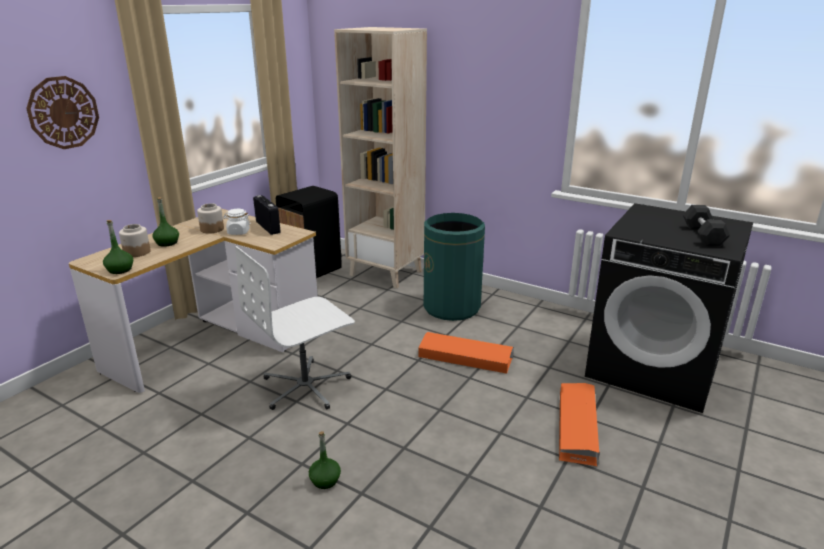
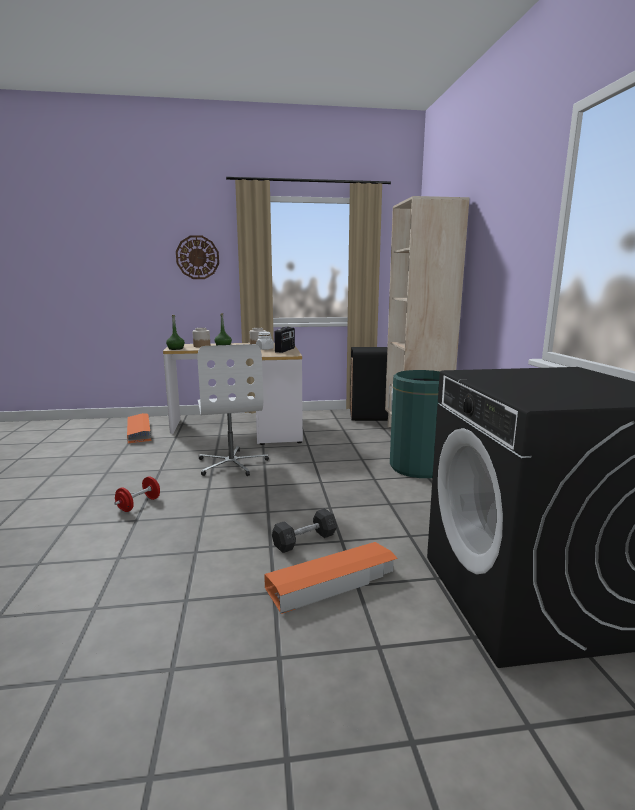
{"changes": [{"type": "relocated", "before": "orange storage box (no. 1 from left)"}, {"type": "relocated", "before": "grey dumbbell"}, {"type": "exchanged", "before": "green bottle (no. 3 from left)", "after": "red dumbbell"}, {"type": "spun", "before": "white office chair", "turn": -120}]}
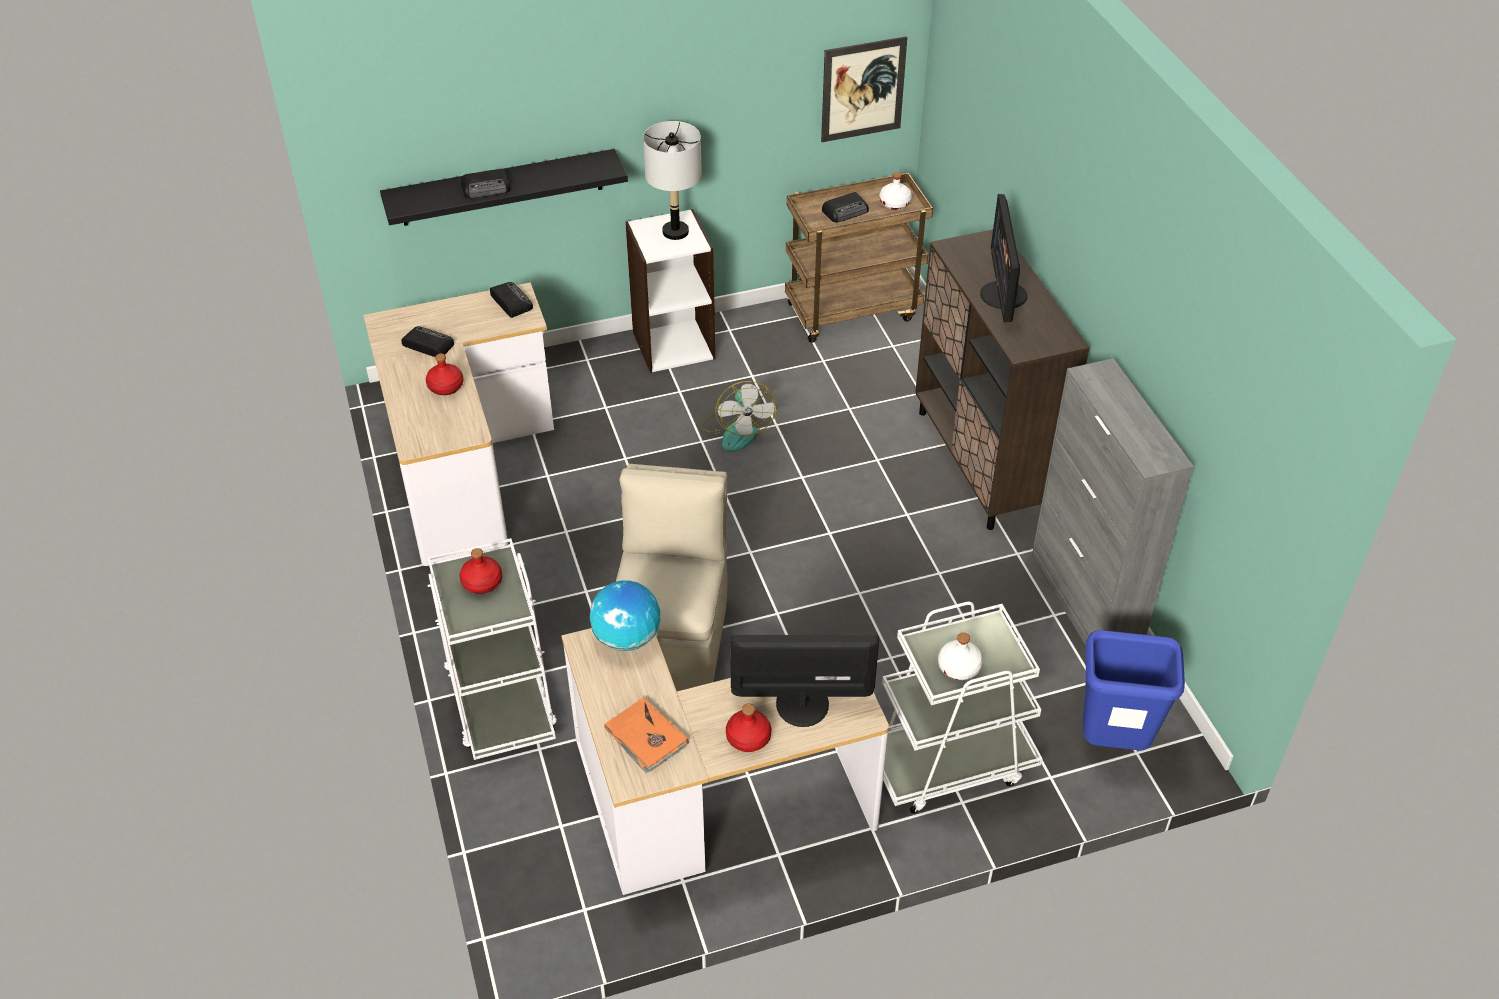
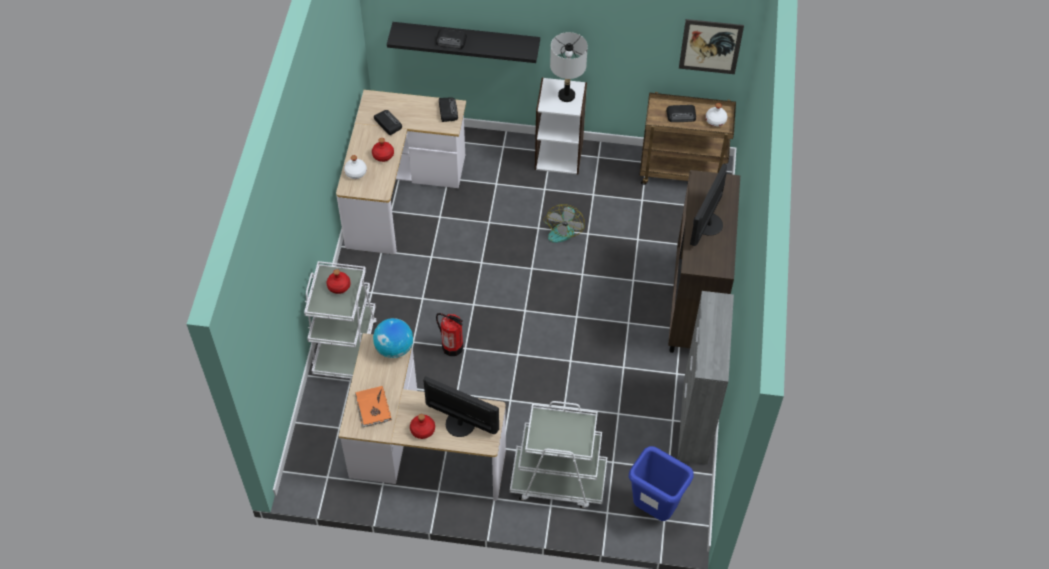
{"changes": [{"type": "relocated", "before": "white bottle (no. 2 from left in the first image)", "after": "white bottle (no. 1 from left)"}, {"type": "exchanged", "before": "beige chair", "after": "fire extinguisher"}]}
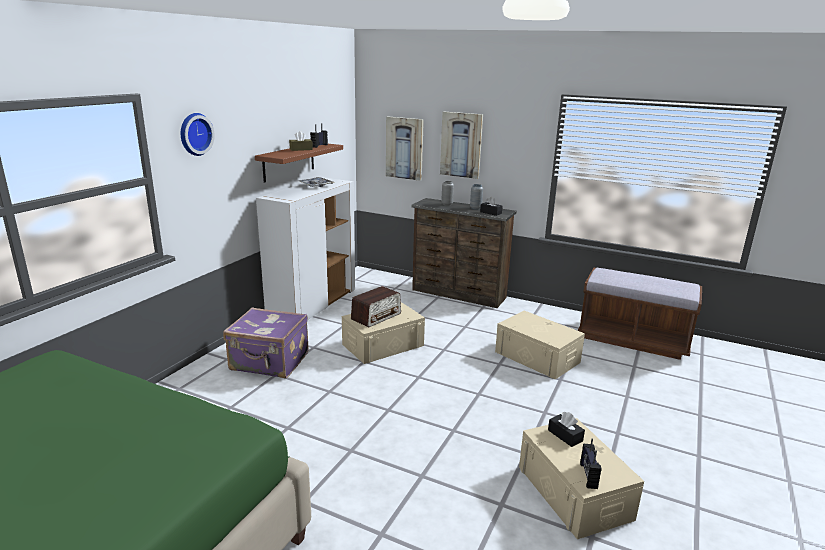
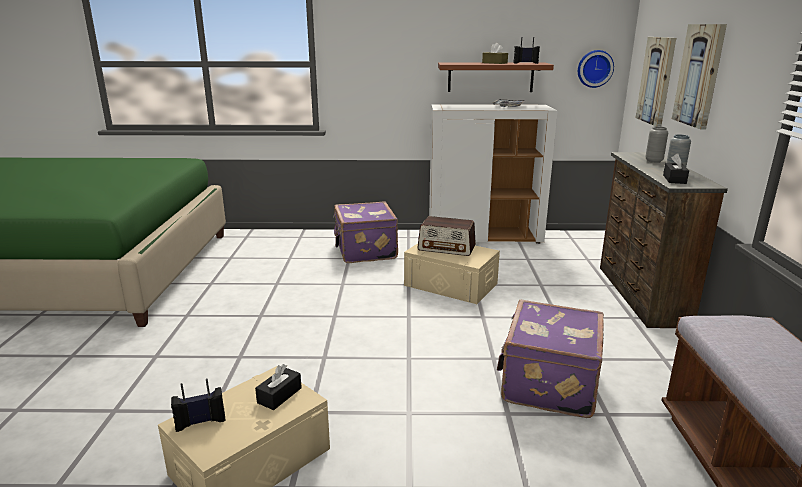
{"changes": [{"type": "relocated", "before": "wall clock"}, {"type": "exchanged", "before": "beige storage box (no. 2 from left)", "after": "purple suitcase (no. 2 from left)"}]}
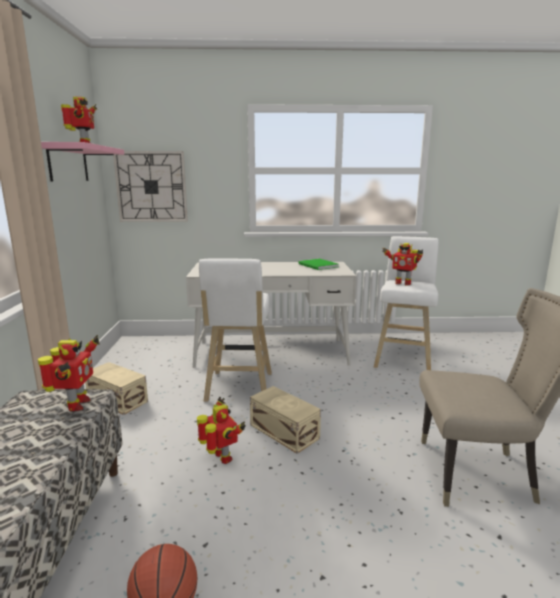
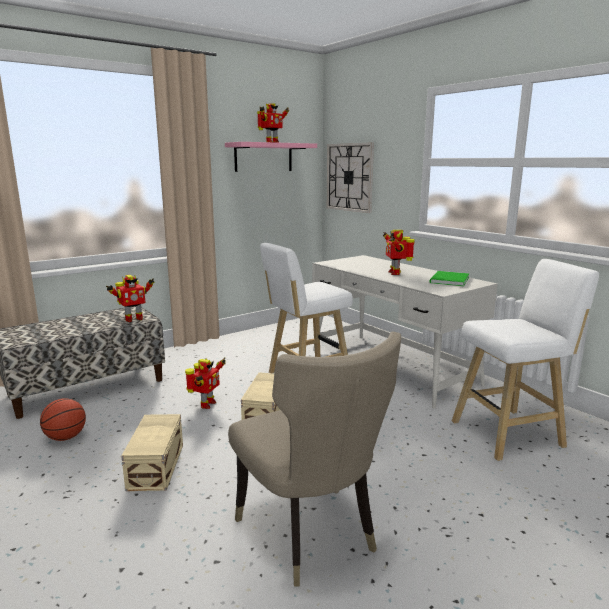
{"changes": [{"type": "relocated", "before": "beige storage box (no. 1 from left)"}, {"type": "relocated", "before": "toy robot (no. 4 from left)"}]}
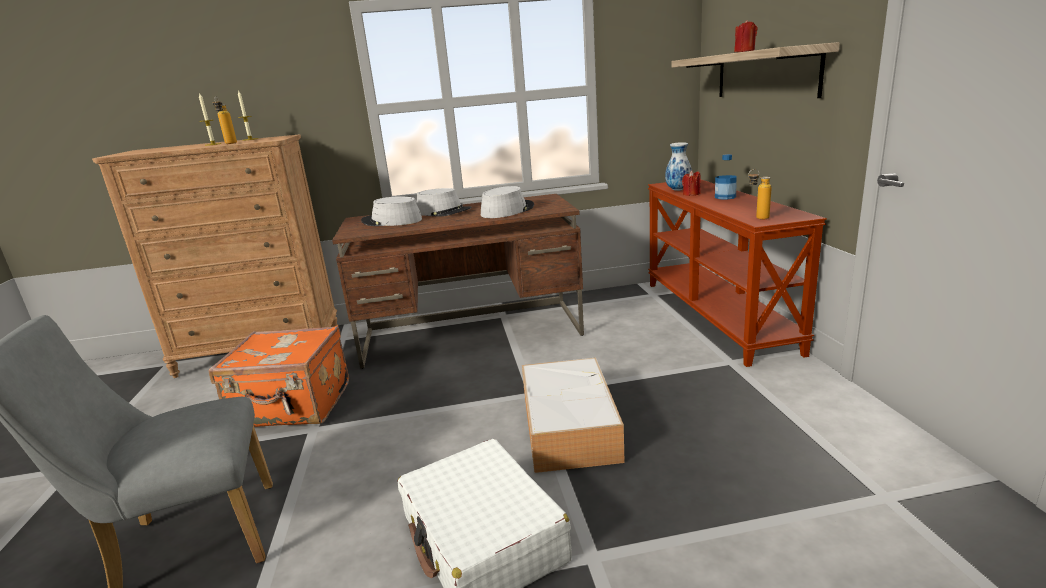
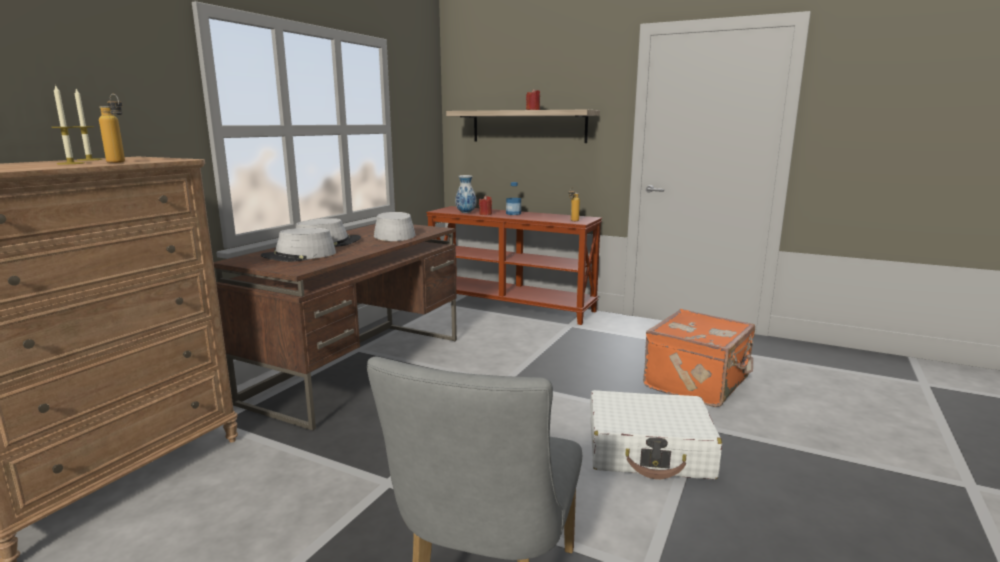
{"changes": [{"type": "missing", "before": "storage box"}, {"type": "relocated", "before": "orange suitcase"}]}
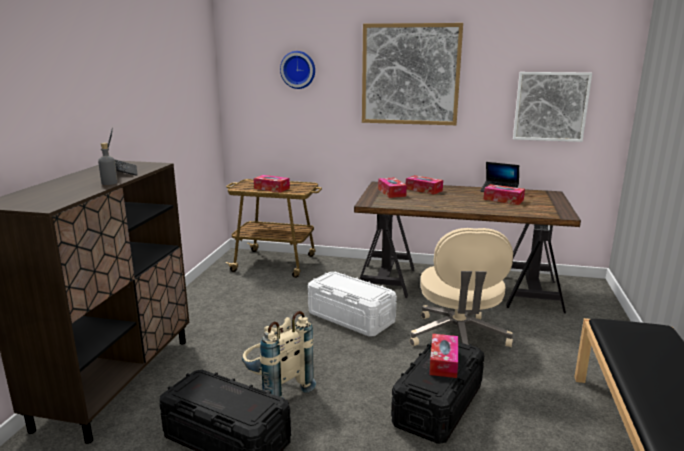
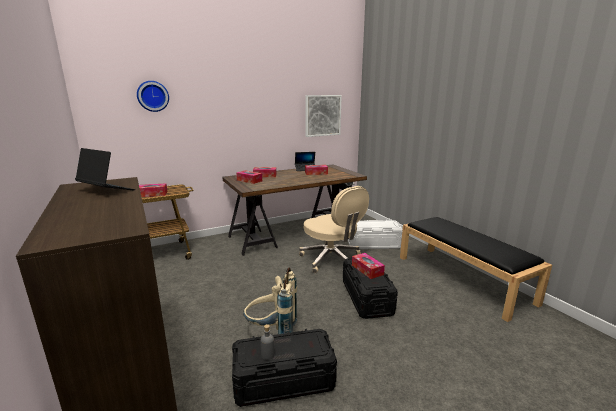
{"changes": [{"type": "missing", "before": "picture (no. 1 from left)"}, {"type": "relocated", "before": "grey bottle"}, {"type": "relocated", "before": "white storage box"}]}
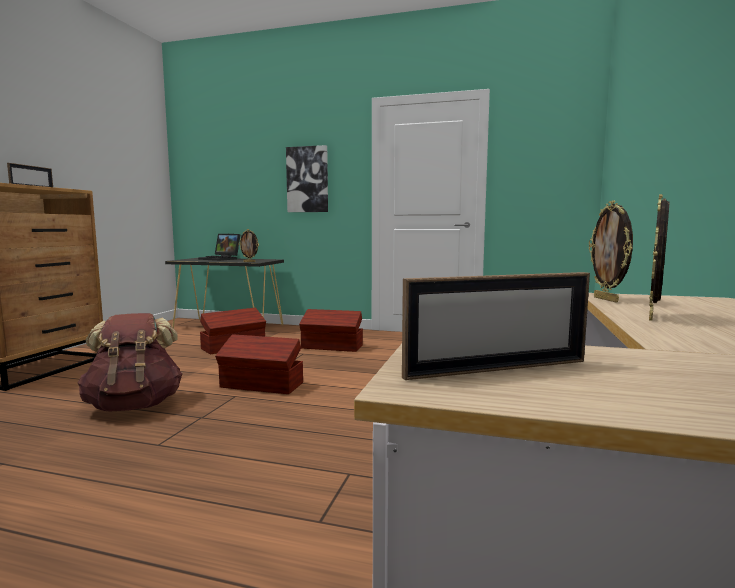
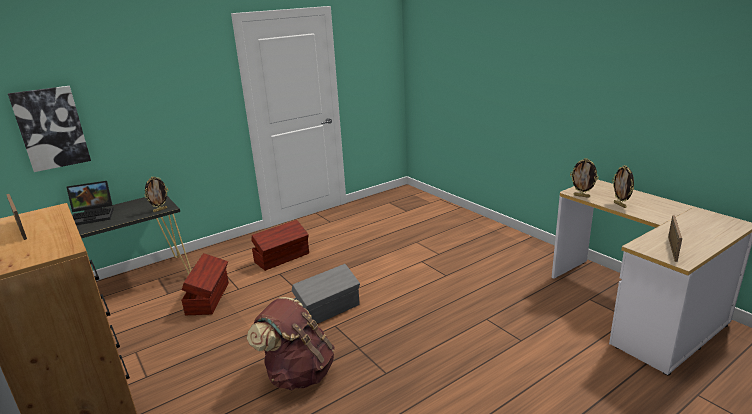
{"changes": [{"type": "relocated", "before": "picture"}, {"type": "colour", "before": "brown storage box (no. 2 from left)", "after": "grey storage box"}]}
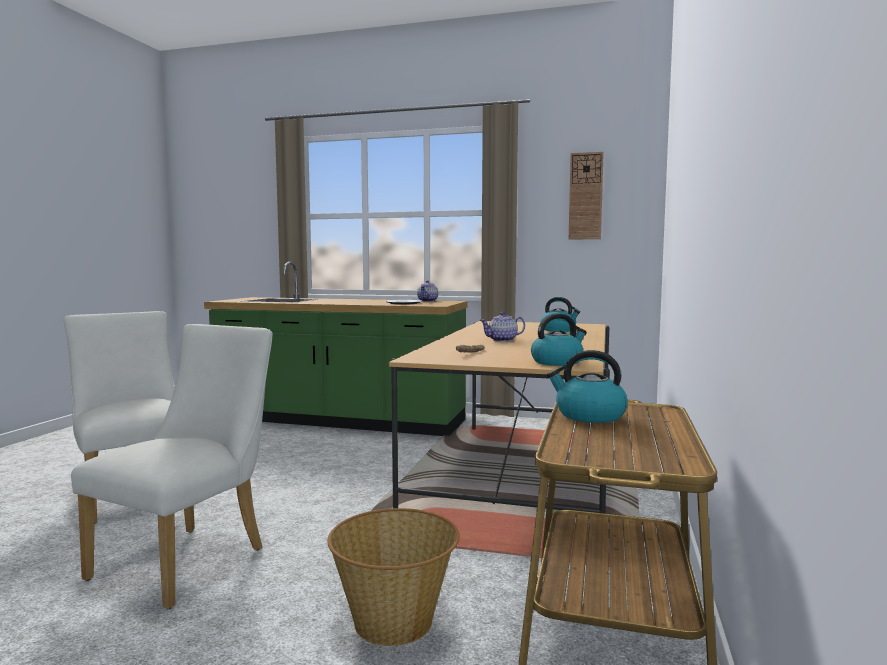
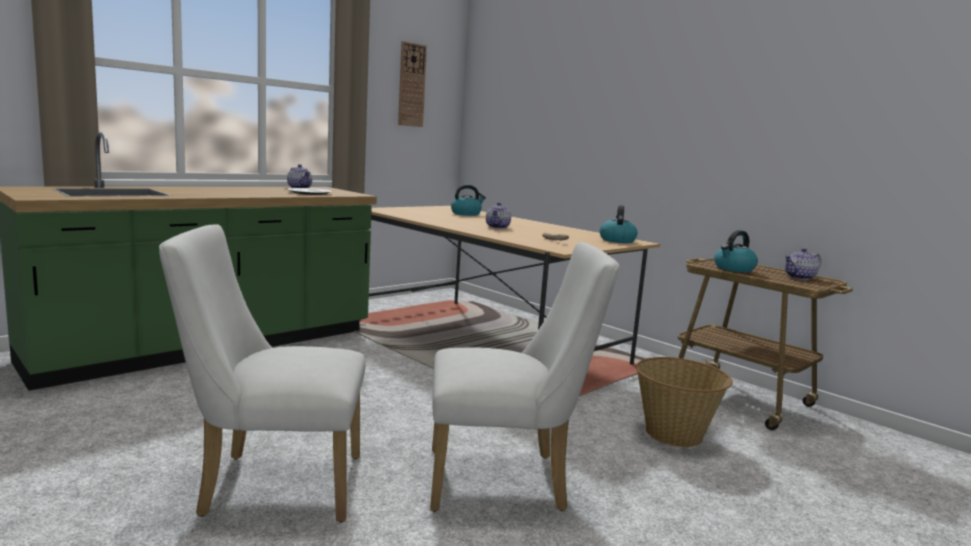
{"changes": [{"type": "appeared", "after": "teapot (no. 3 from left)"}, {"type": "spun", "before": "white chair (no. 2 from left)", "turn": 120}]}
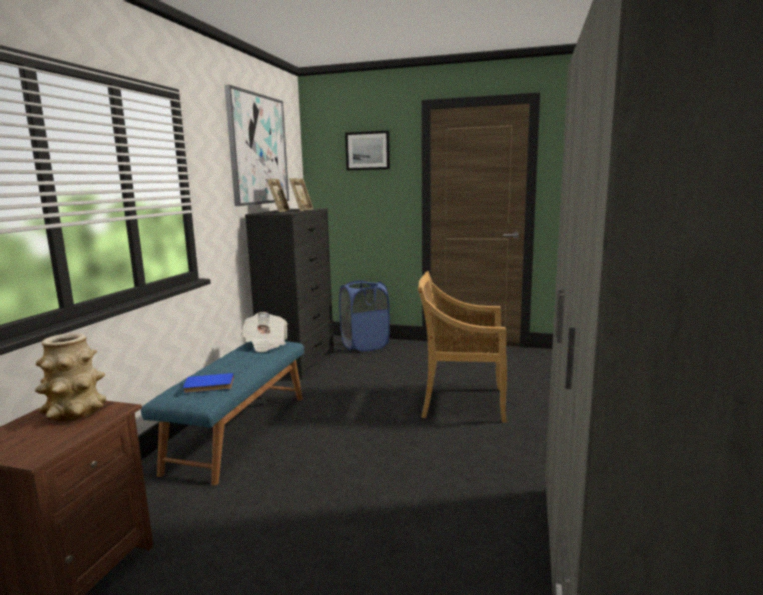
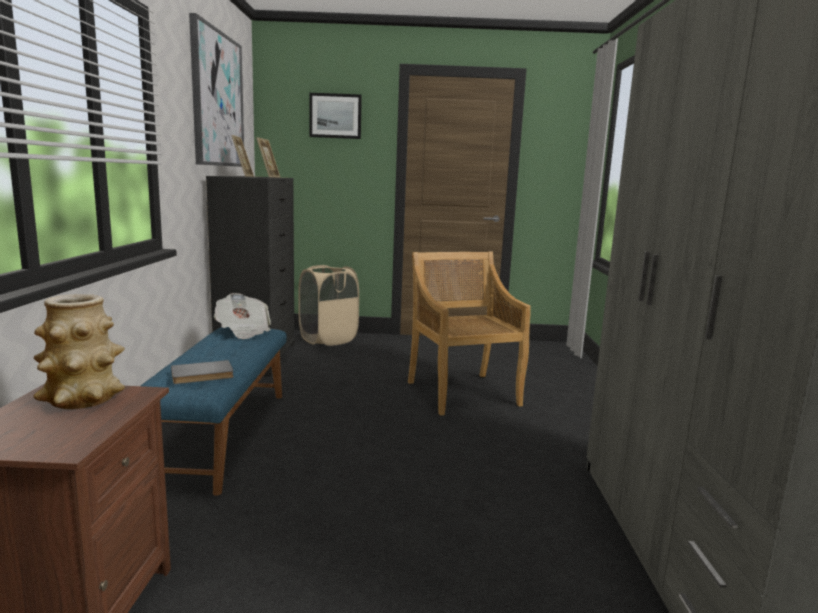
{"changes": [{"type": "colour", "before": "blue book", "after": "grey book"}, {"type": "colour", "before": "blue laundry basket", "after": "beige laundry basket"}, {"type": "spun", "before": "beige chair", "turn": 75}]}
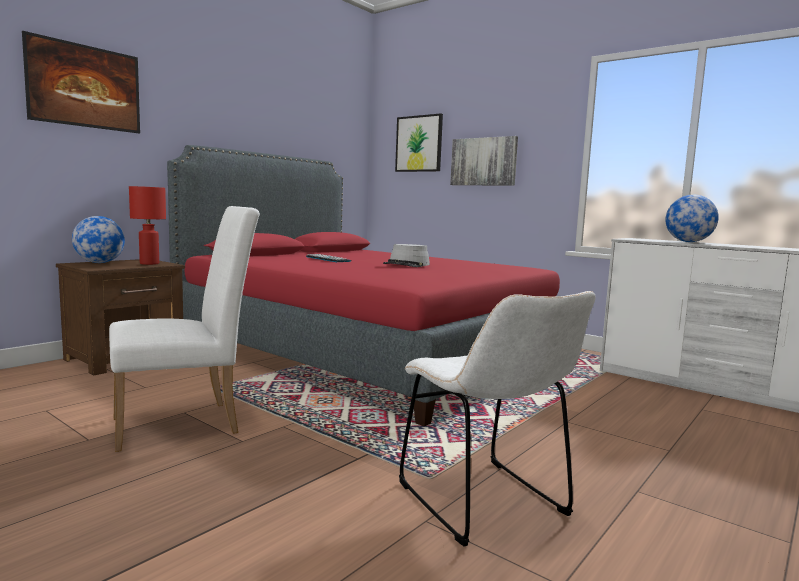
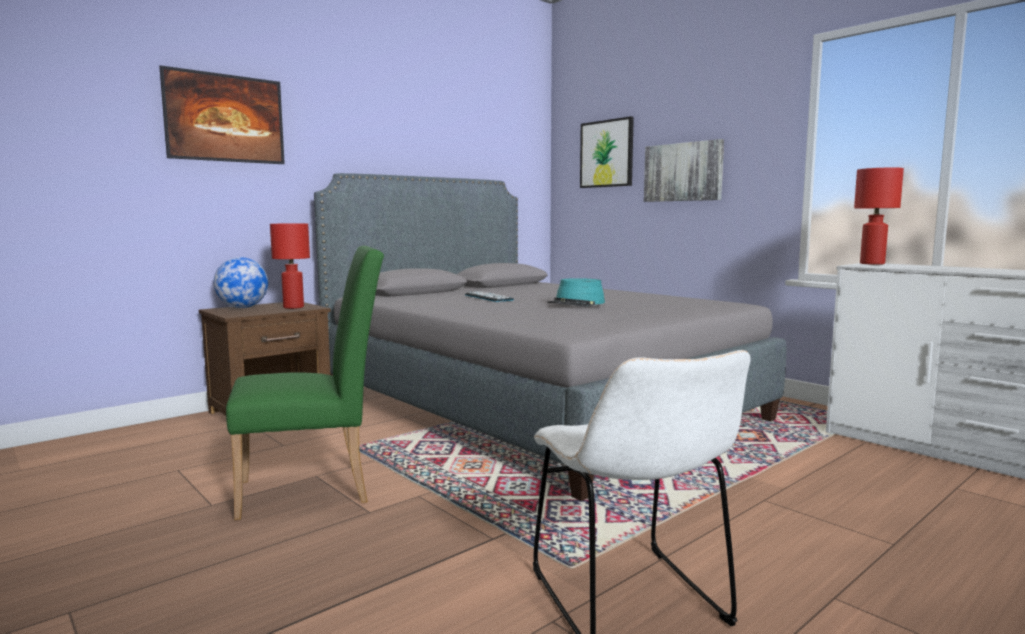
{"changes": [{"type": "missing", "before": "globe (no. 2 from left)"}, {"type": "appeared", "after": "red table lamp (no. 2 from left)"}, {"type": "colour", "before": "white chair (no. 1 from left)", "after": "green chair"}, {"type": "colour", "before": "red bed", "after": "grey bed"}, {"type": "colour", "before": "grey hat", "after": "turquoise hat"}]}
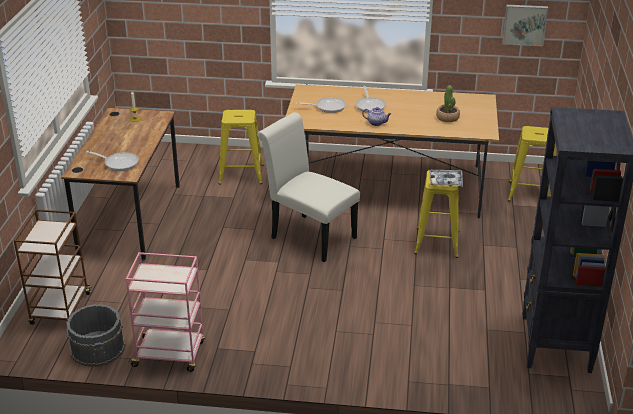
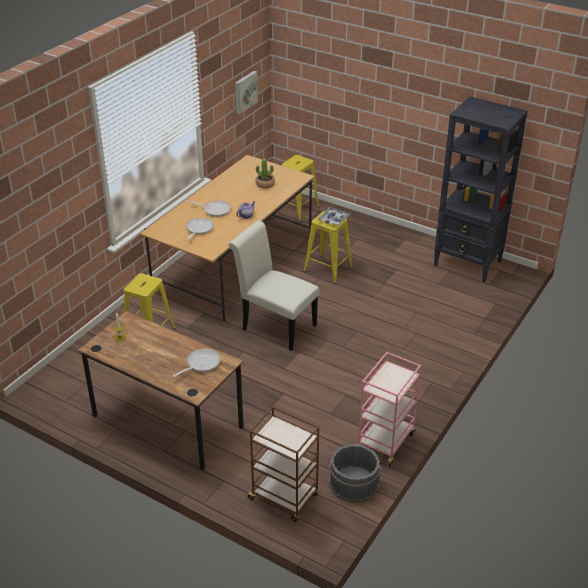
{"changes": [{"type": "spun", "before": "white chair", "turn": 60}]}
